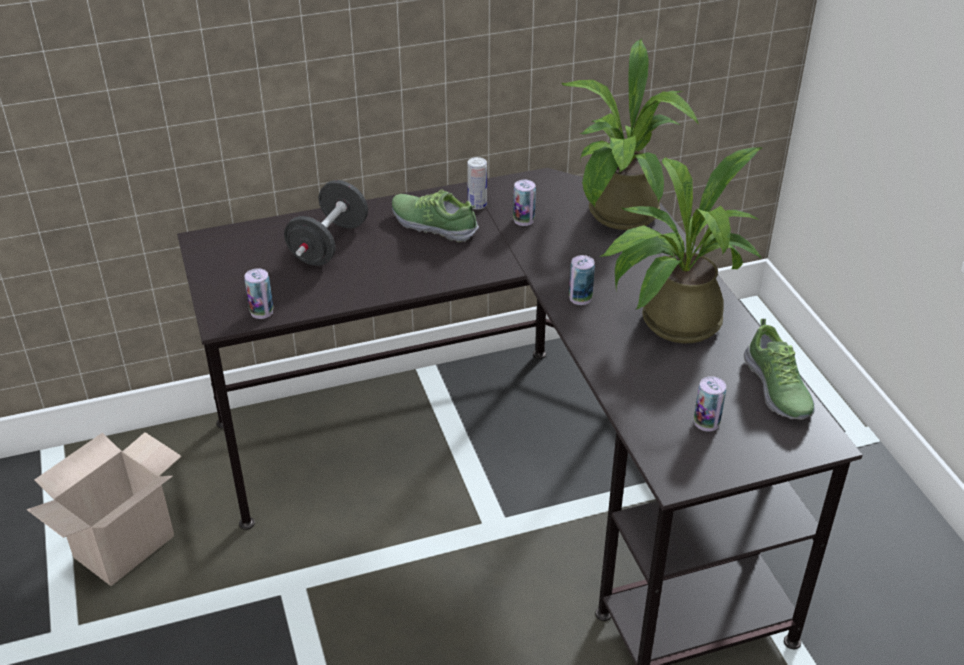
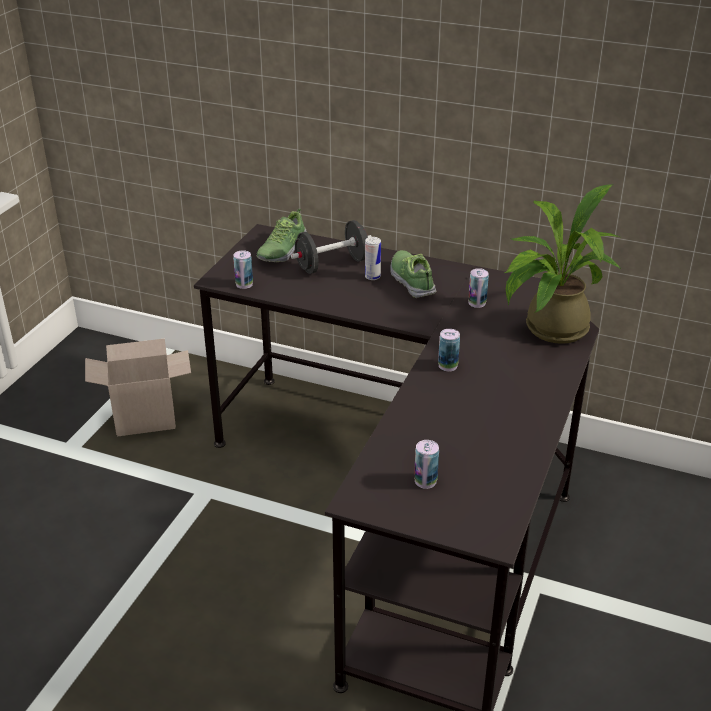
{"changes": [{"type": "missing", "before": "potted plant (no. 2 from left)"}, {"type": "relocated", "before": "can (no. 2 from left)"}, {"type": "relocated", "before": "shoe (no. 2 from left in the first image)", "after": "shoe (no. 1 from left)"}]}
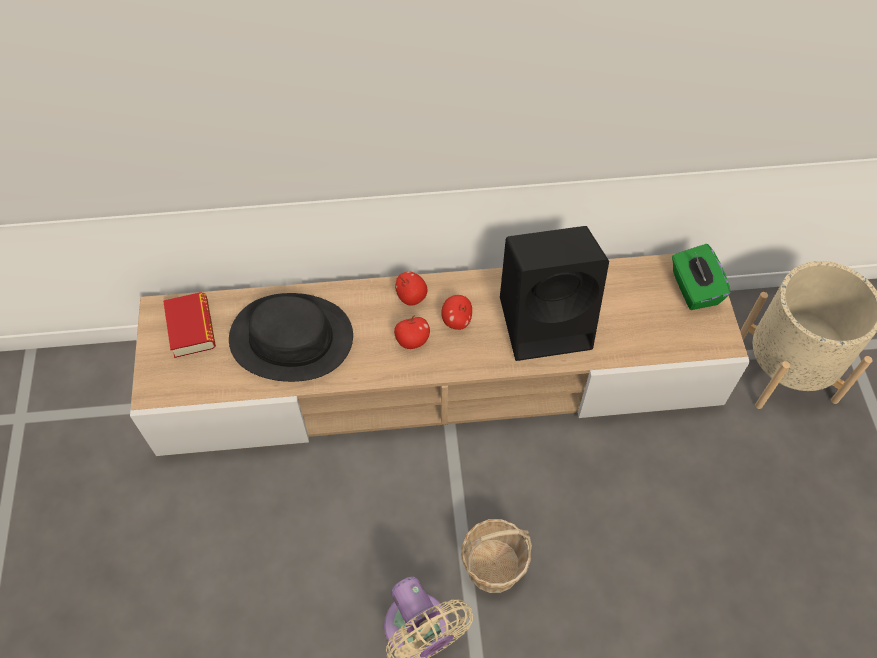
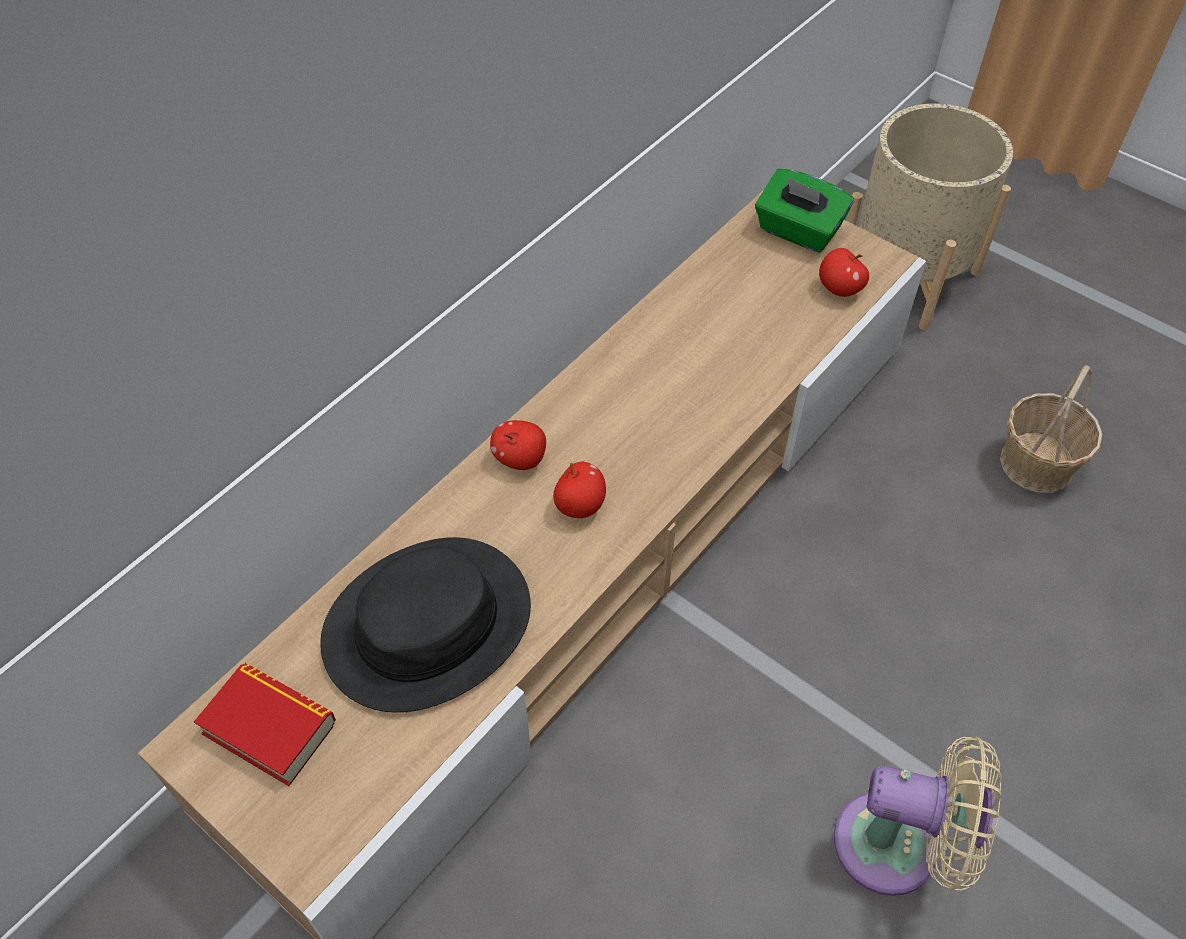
{"changes": [{"type": "missing", "before": "black speaker"}, {"type": "relocated", "before": "apple (no. 3 from left)"}, {"type": "relocated", "before": "basket"}]}
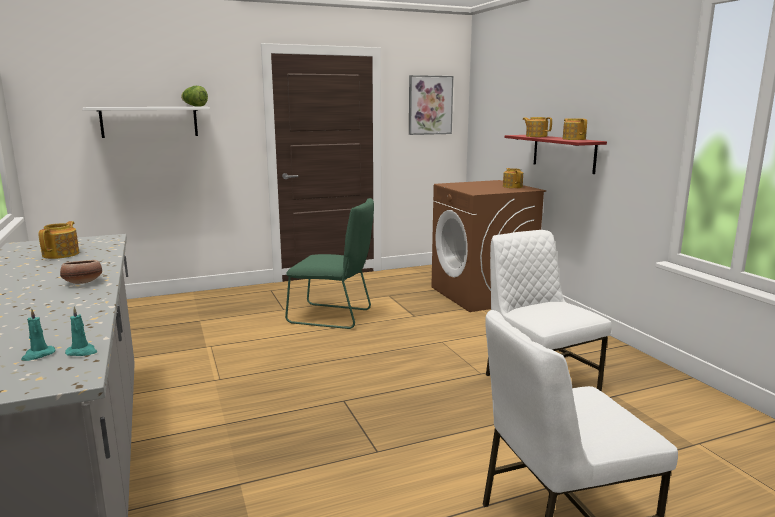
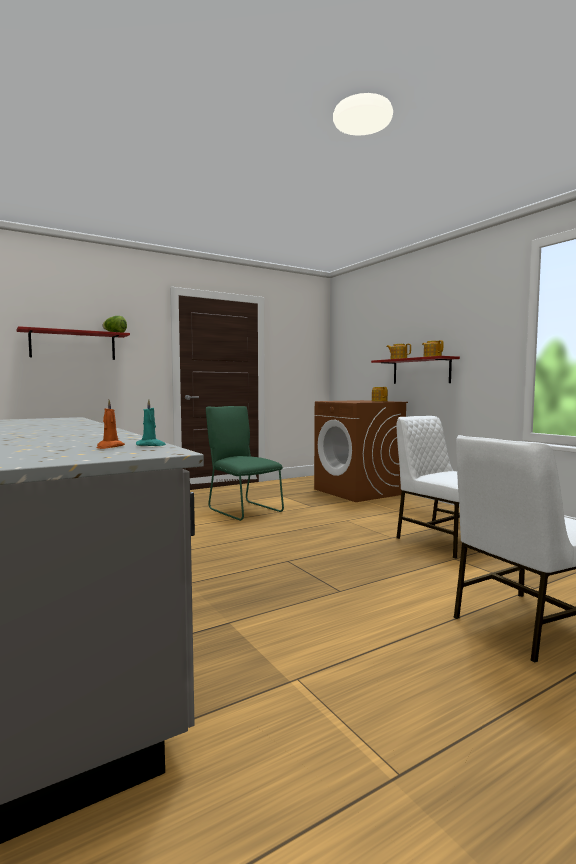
{"changes": [{"type": "missing", "before": "teapot (no. 1 from left)"}, {"type": "missing", "before": "bowl"}, {"type": "missing", "before": "picture"}, {"type": "colour", "before": "turquoise candle (no. 1 from left)", "after": "orange candle"}, {"type": "colour", "before": "white shelf", "after": "red shelf (no. 1 from left)"}, {"type": "spun", "before": "green chair", "turn": -135}]}
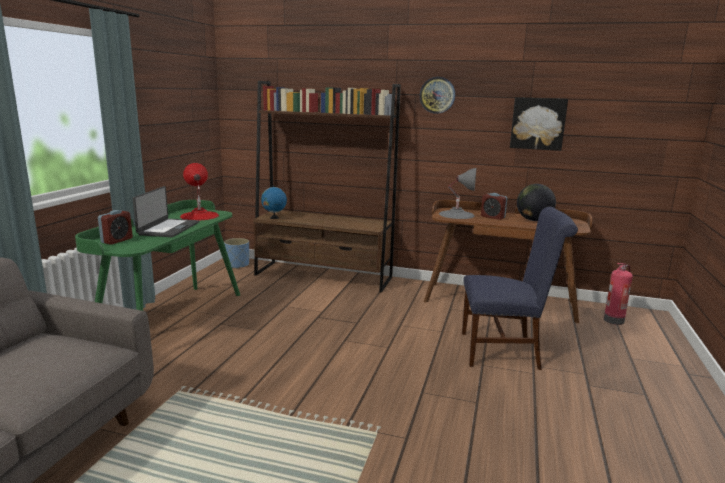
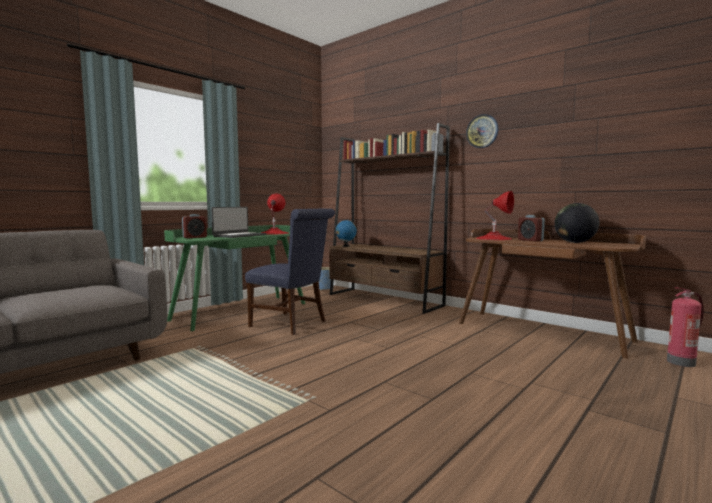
{"changes": [{"type": "missing", "before": "picture"}, {"type": "relocated", "before": "blue chair"}, {"type": "colour", "before": "grey table lamp", "after": "red table lamp (no. 2 from left)"}]}
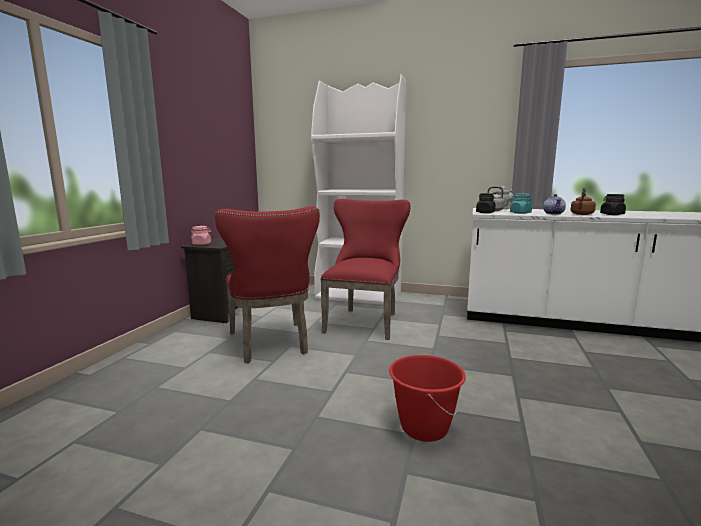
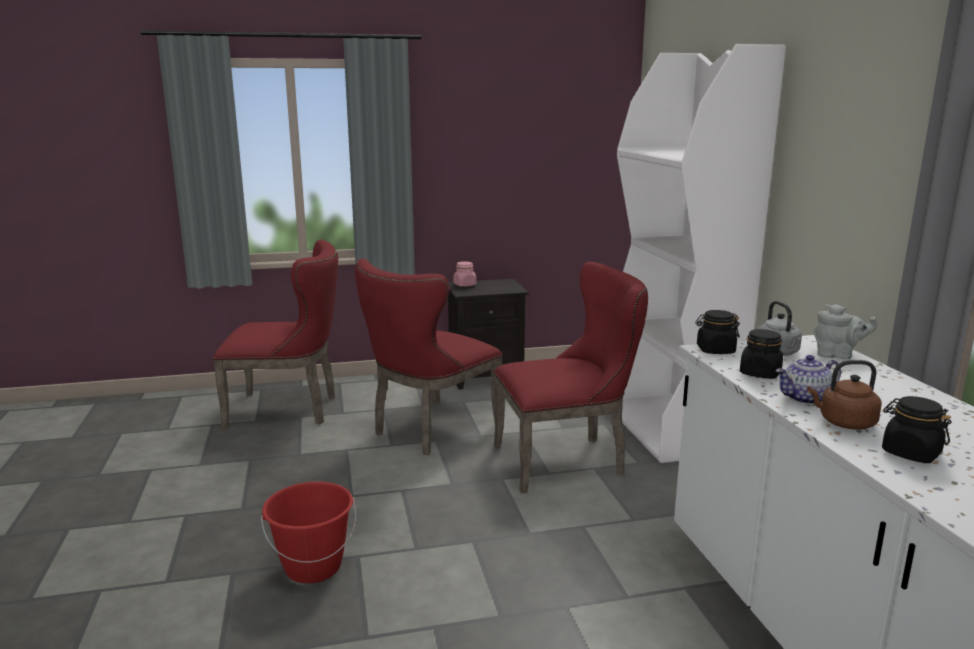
{"changes": [{"type": "appeared", "after": "red chair (no. 1 from left)"}, {"type": "colour", "before": "turquoise jar", "after": "black jar (no. 2 from left)"}]}
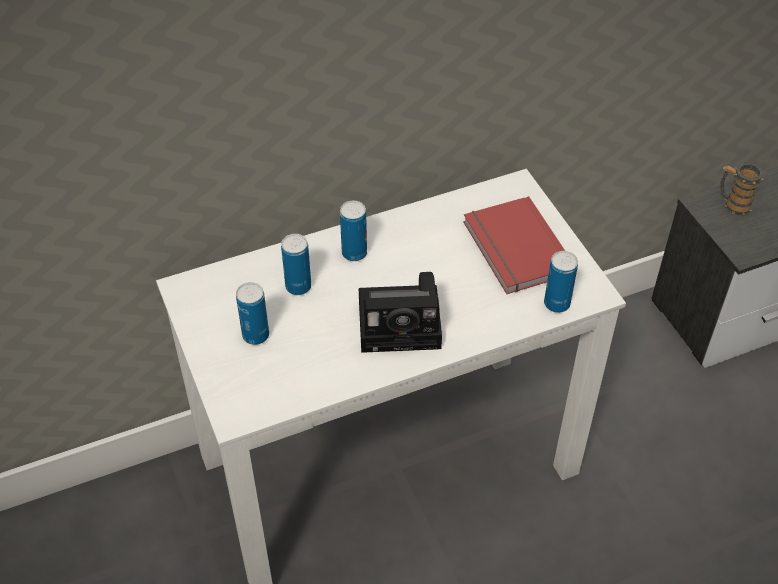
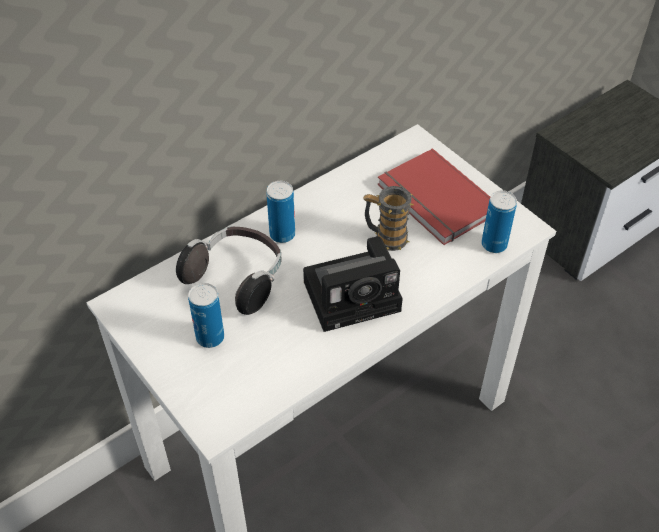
{"changes": [{"type": "relocated", "before": "mug"}, {"type": "exchanged", "before": "can (no. 2 from left)", "after": "headphones"}]}
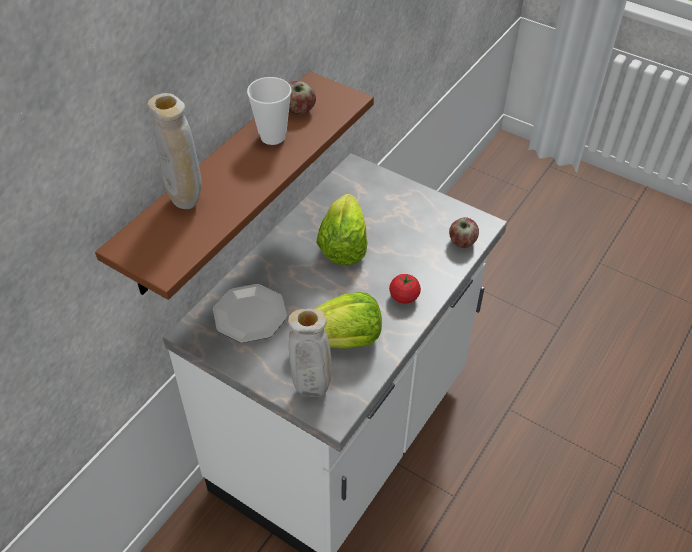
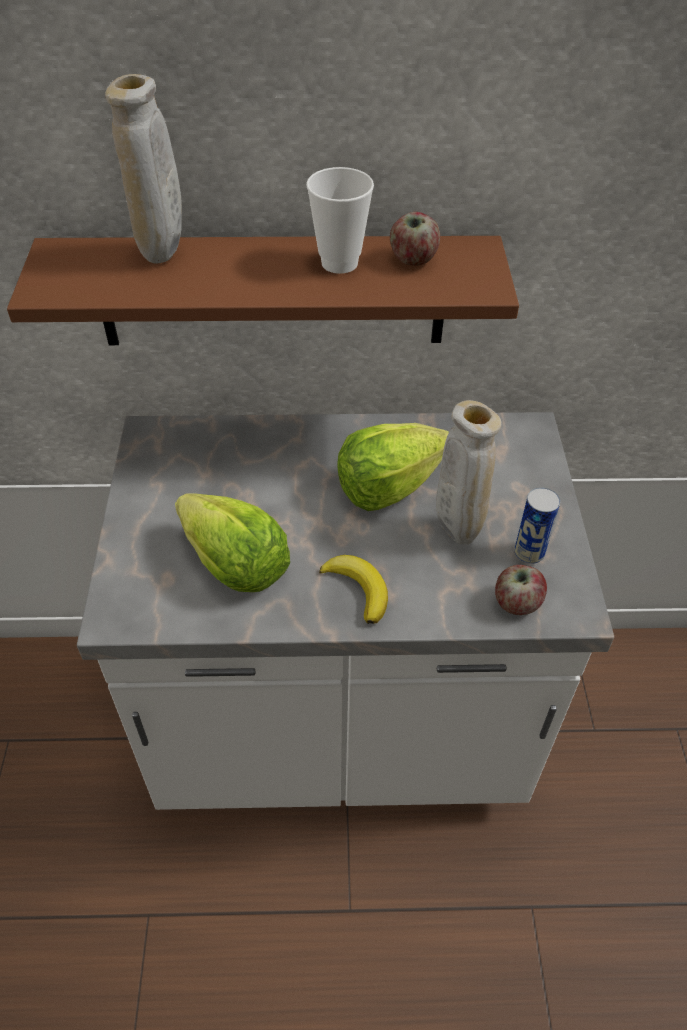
{"changes": [{"type": "missing", "before": "plate"}, {"type": "appeared", "after": "can"}, {"type": "relocated", "before": "beige vase (no. 2 from left)"}, {"type": "exchanged", "before": "tomato", "after": "banana"}]}
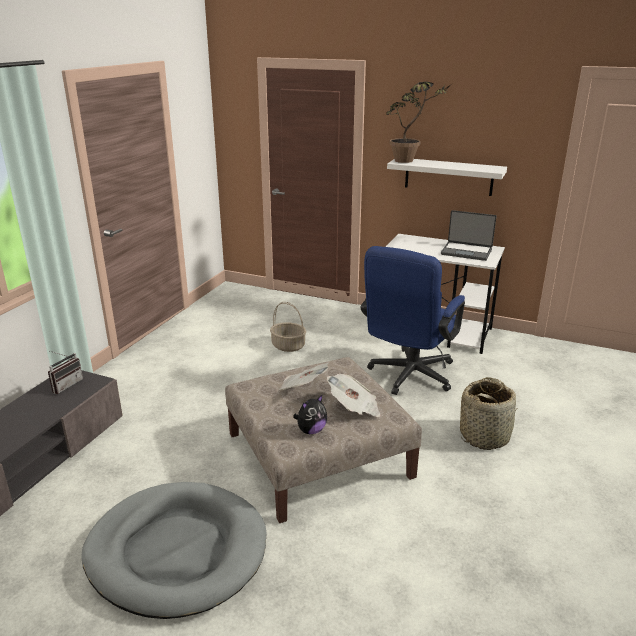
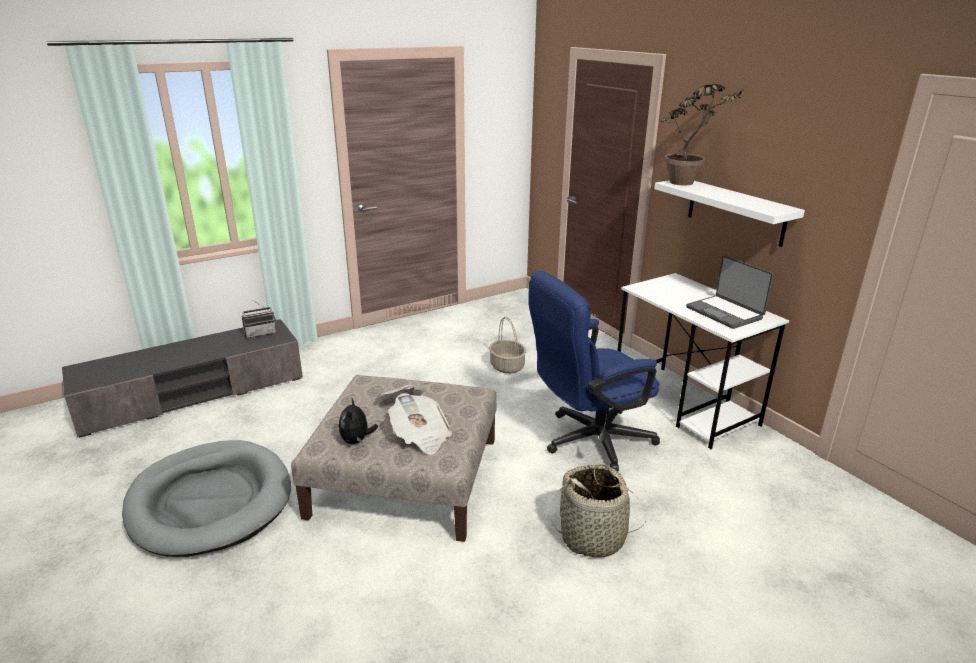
{"changes": [{"type": "spun", "before": "plush toy", "turn": 90}]}
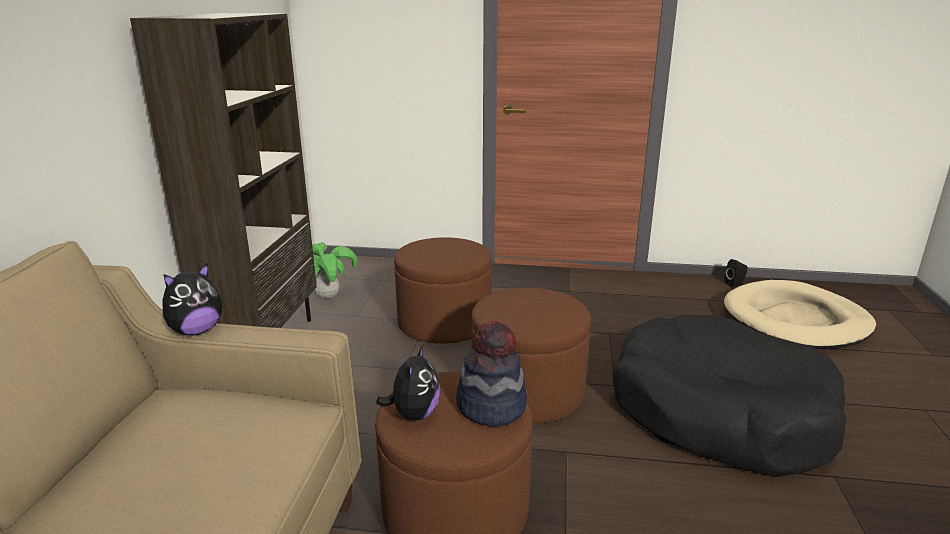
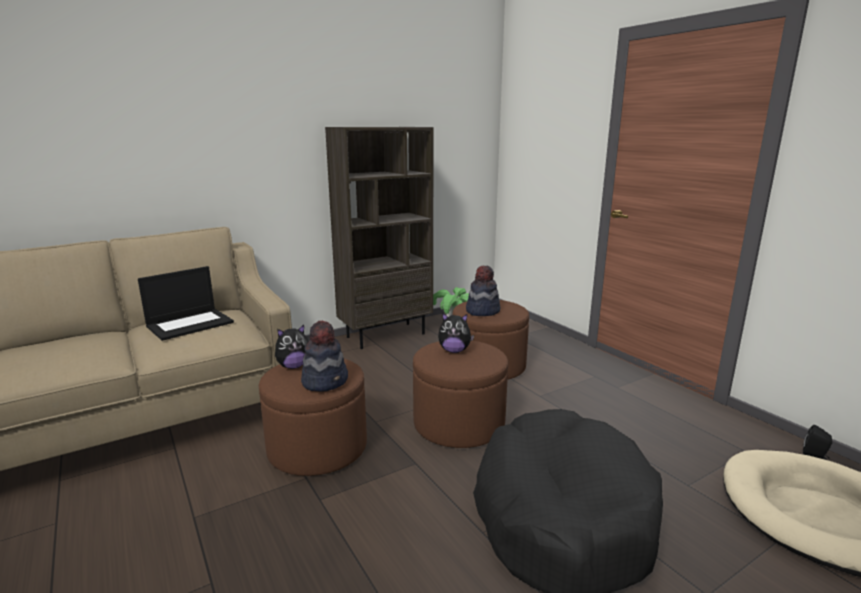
{"changes": [{"type": "appeared", "after": "laptop"}, {"type": "appeared", "after": "hat (no. 2 from left)"}, {"type": "relocated", "before": "plush toy (no. 1 from left in the first image)", "after": "plush toy (no. 2 from left)"}]}
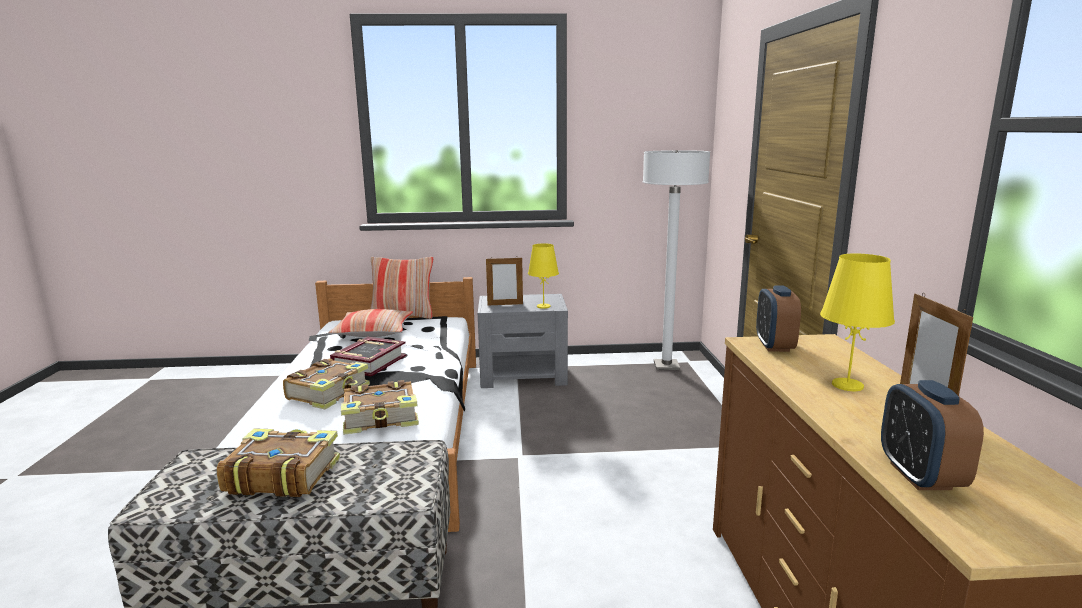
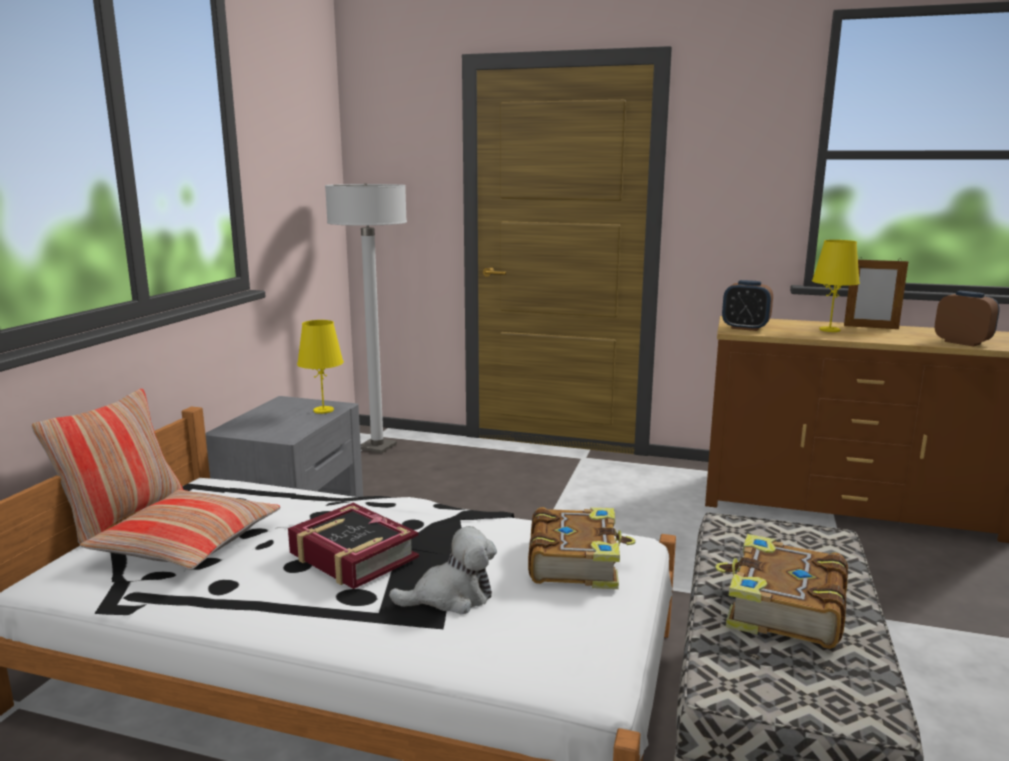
{"changes": [{"type": "missing", "before": "picture frame (no. 1 from left)"}, {"type": "exchanged", "before": "book (no. 2 from left)", "after": "plush toy"}, {"type": "spun", "before": "alarm clock (no. 2 from left)", "turn": -150}]}
